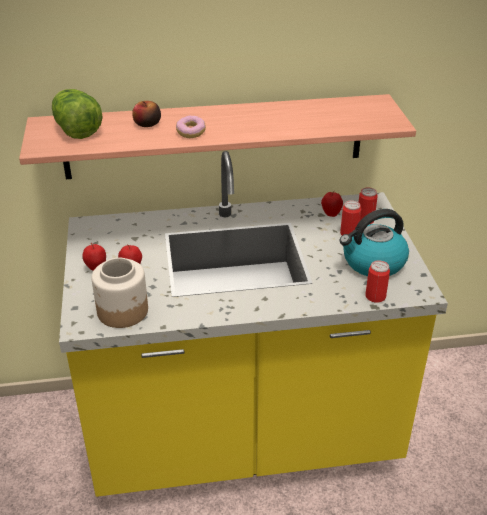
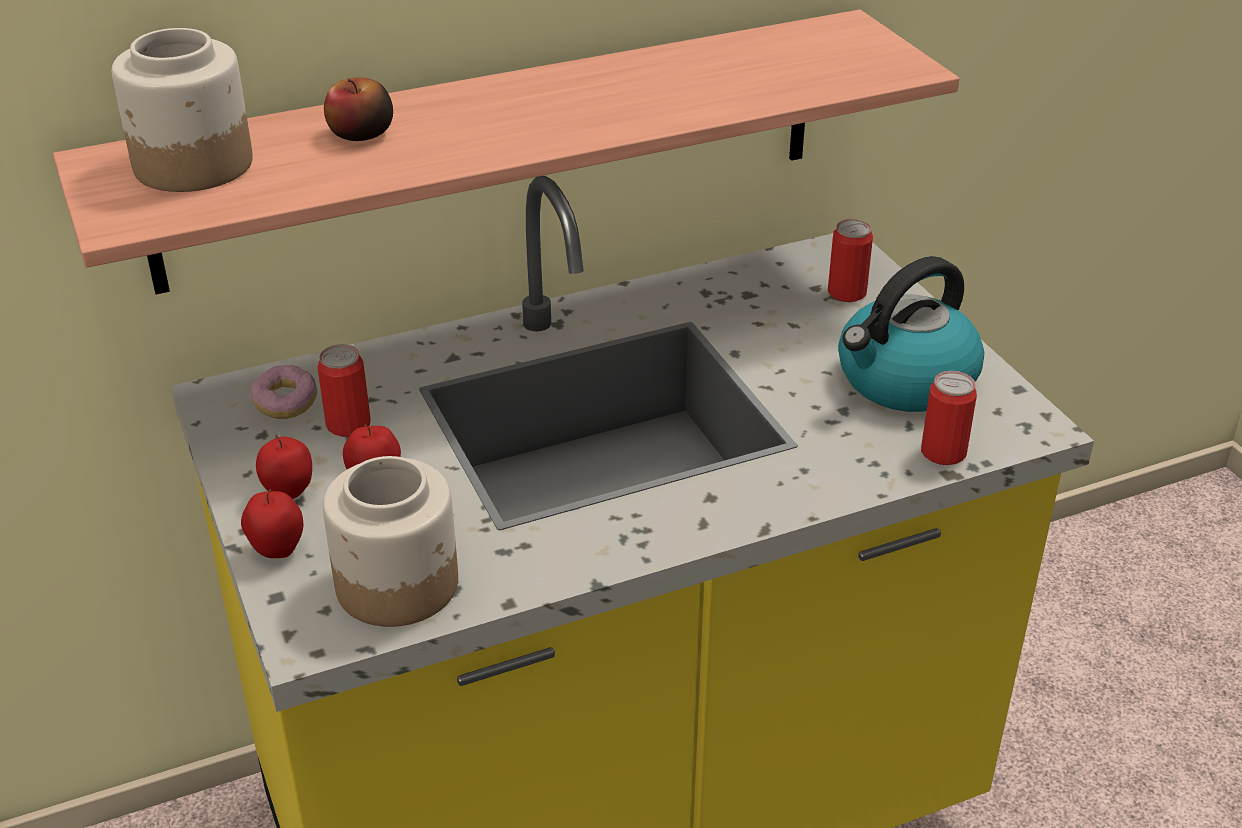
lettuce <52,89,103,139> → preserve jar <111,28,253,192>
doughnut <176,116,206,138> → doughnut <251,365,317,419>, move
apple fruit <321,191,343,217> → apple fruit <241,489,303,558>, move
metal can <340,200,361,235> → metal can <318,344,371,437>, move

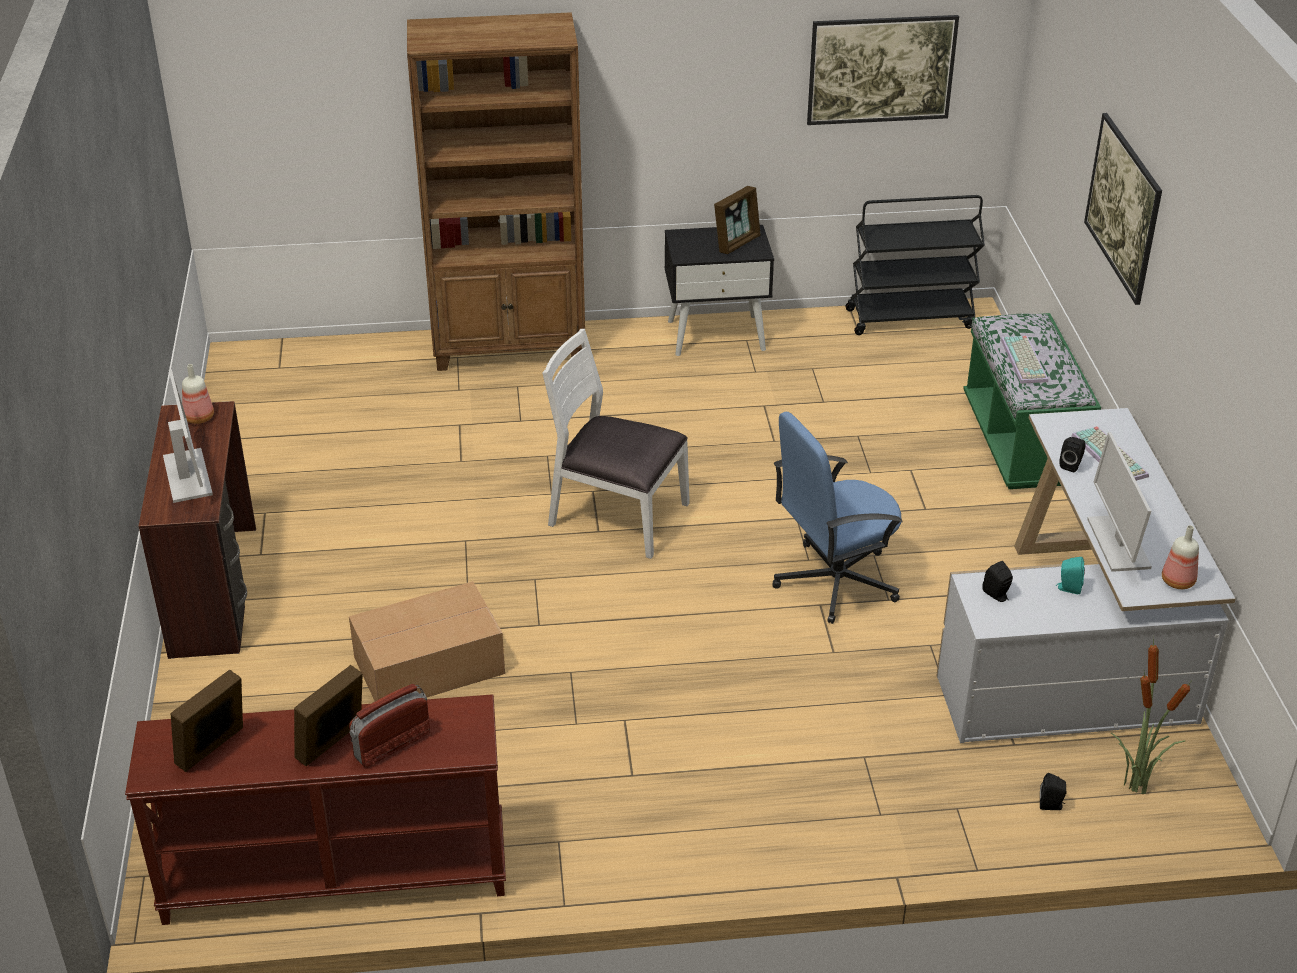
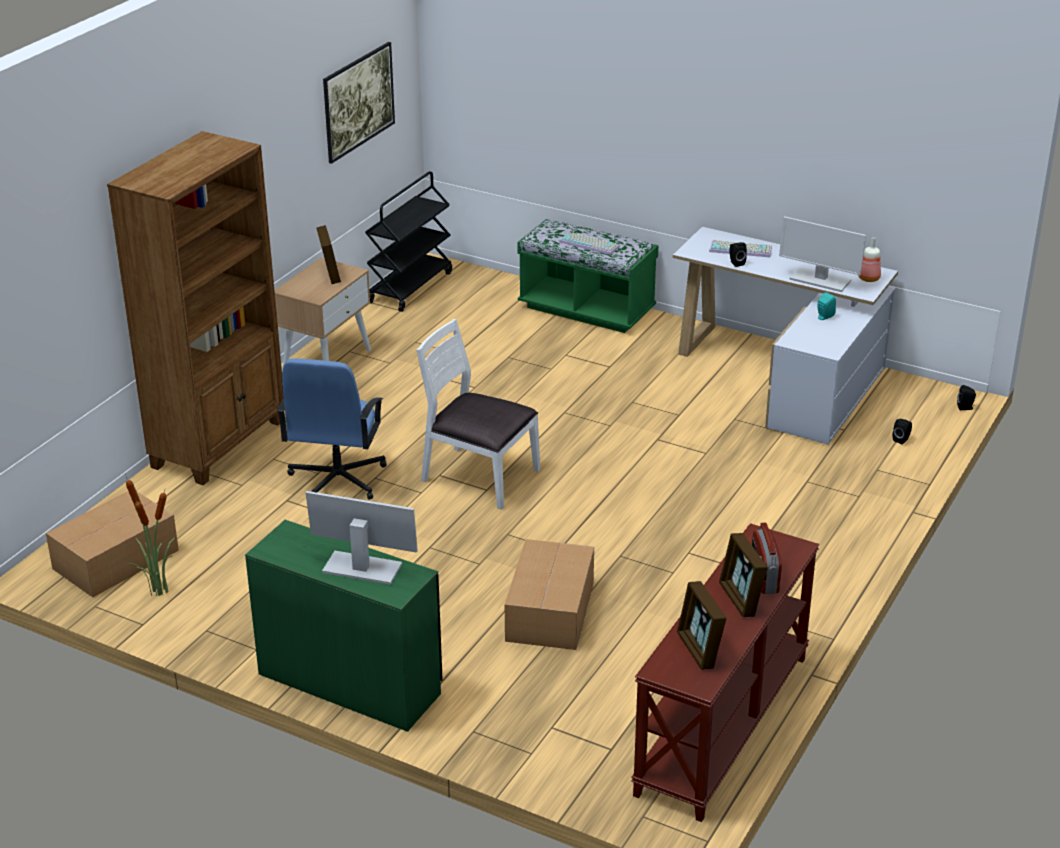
brown desk unit <139,401,256,659> → greenish desk unit <245,520,443,732>
beverage bottle <182,364,214,424> → -
whitish chair <542,329,690,559> → whitish chair <416,319,540,510>, 60 degrees clockwise
black-coloured nightstand <665,225,774,356> → beige-coloured nightstand <274,258,371,370>
bluish desk chair <772,412,903,624> → bluish desk chair <277,358,387,500>, move
black-coloured audio speaker <982,561,1013,602> → black-coloured audio speaker <957,385,976,410>, move
wall art <1084,113,1162,305> → -
potted plant <1111,637,1191,794> → potted plant <125,474,175,596>, move
- → cardboard box <46,491,179,597>

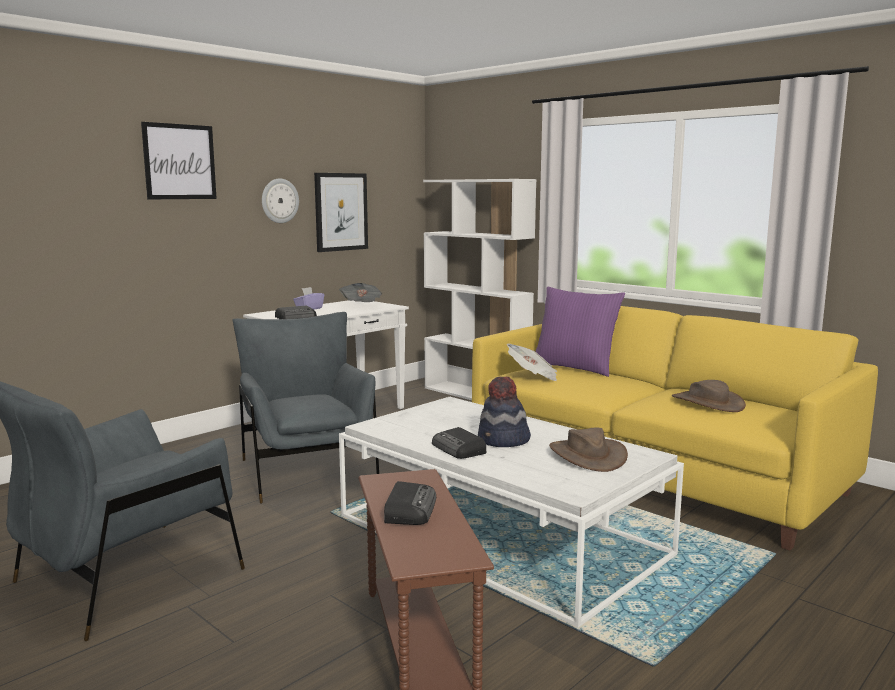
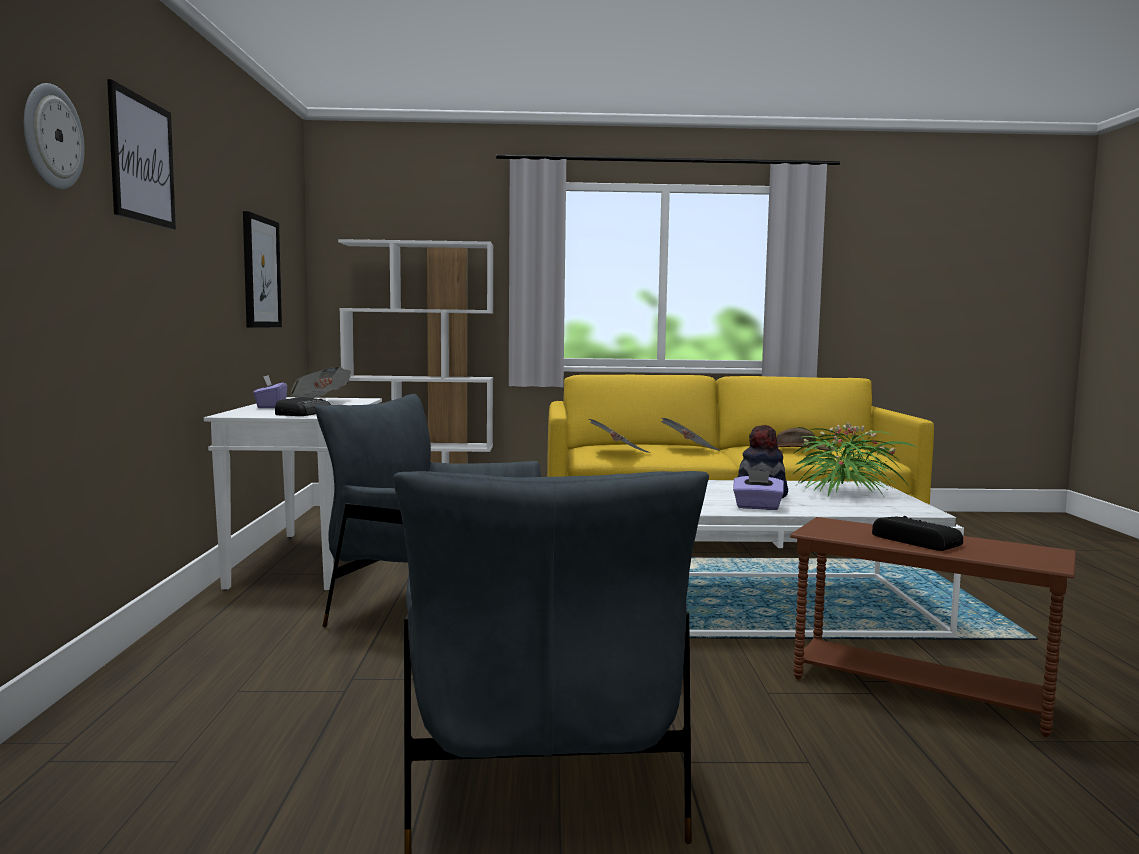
hanging clock <262,178,299,223> → hanging clock <24,83,85,189>, move
radio set <432,427,486,459> → purplish box of tissues <733,470,784,510>
purplish throw pillow <535,287,625,377> → -
brown hat <549,427,628,472> → potted plant <793,422,917,496>
- → newspaper <661,418,720,450>

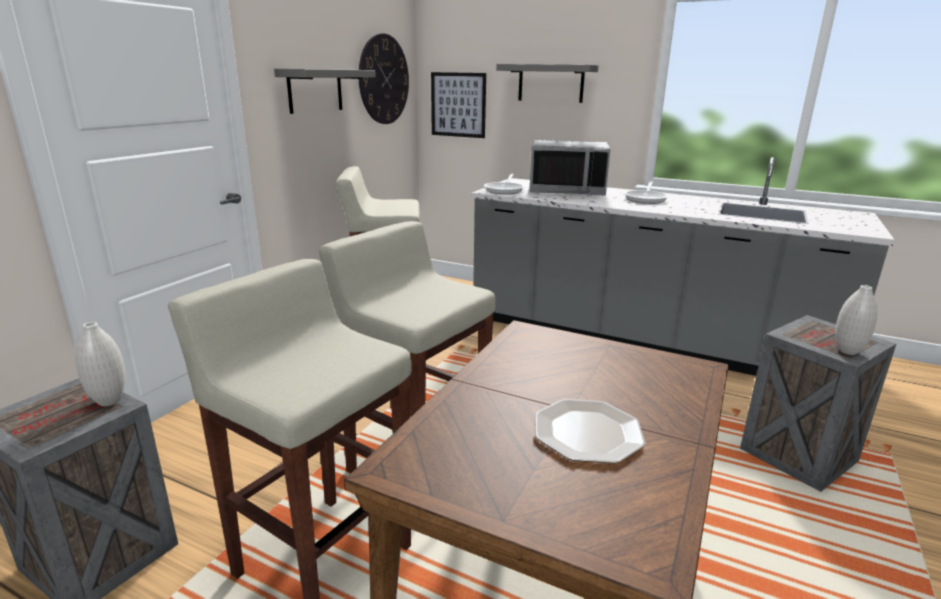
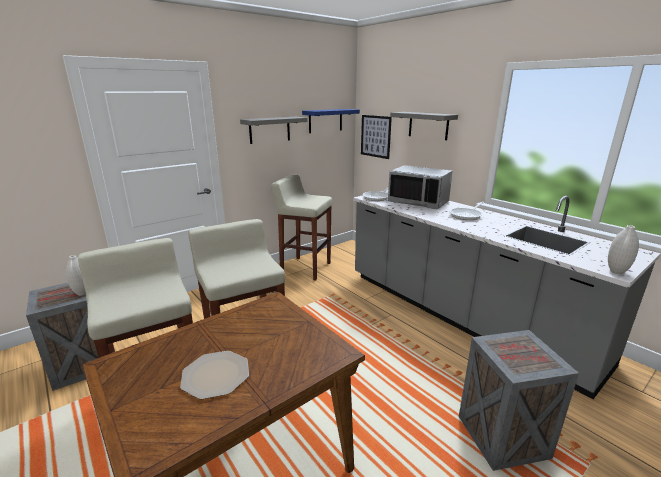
hanging clock <359,33,409,124> → bluish shelf <302,109,360,133>
whitish vase <835,285,878,355> → whitish vase <608,225,639,274>, move

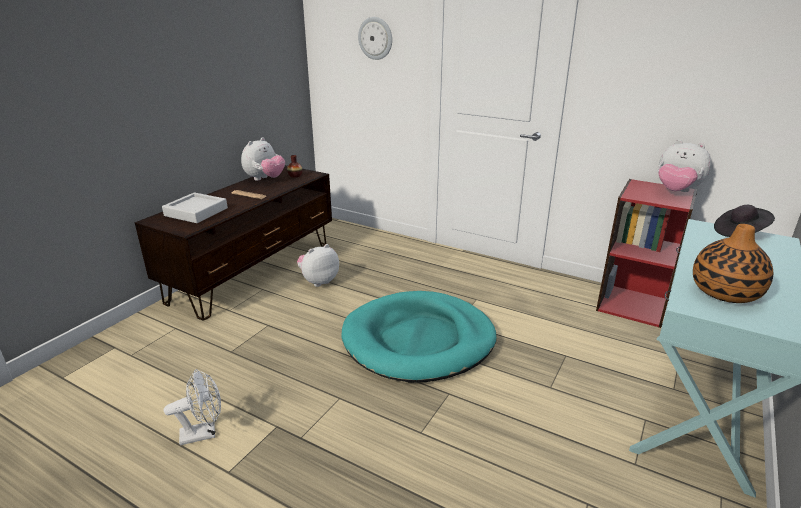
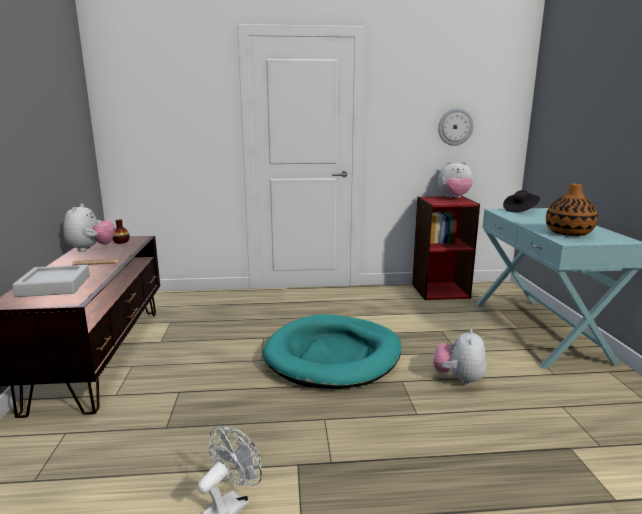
plush toy <297,244,339,287> → plush toy <433,329,486,386>, move
hanging clock <358,17,392,60> → hanging clock <438,108,474,146>, move

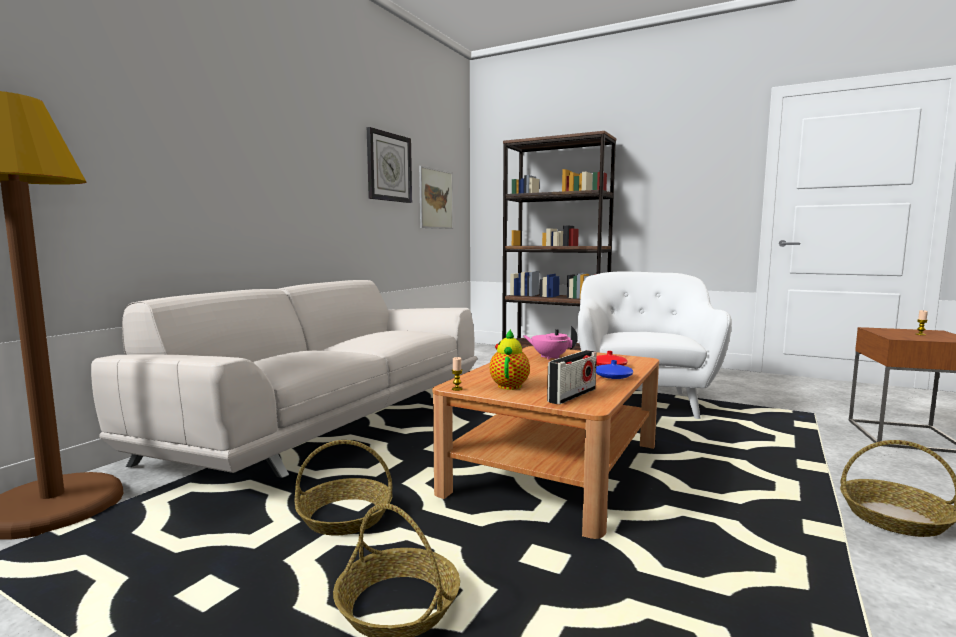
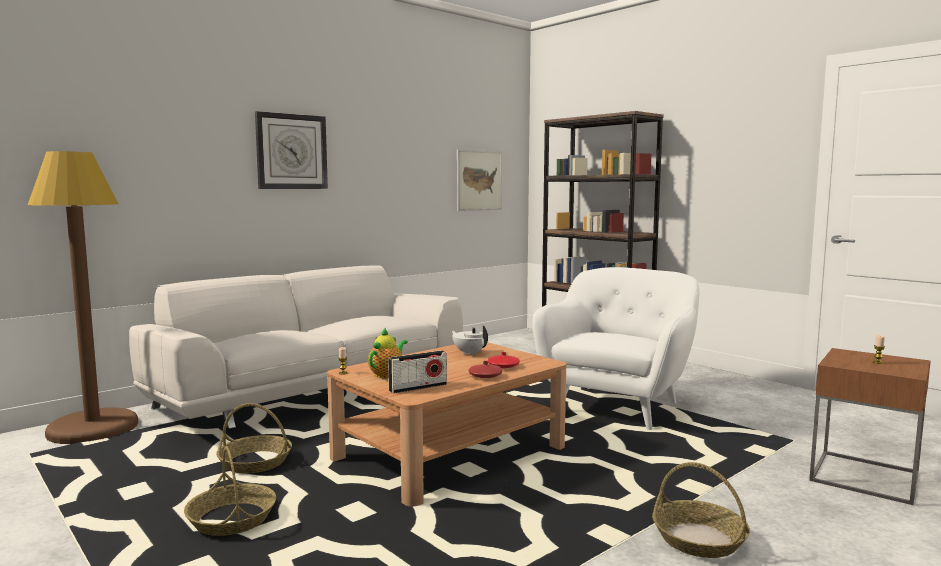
hanging clock <367,127,412,203> → hanging clock <255,111,328,189>, move
pink-coloured pot for tea <523,326,578,360> → whitish pot for tea <452,325,488,355>
bluish vase <596,360,633,379> → red vase <469,361,503,378>

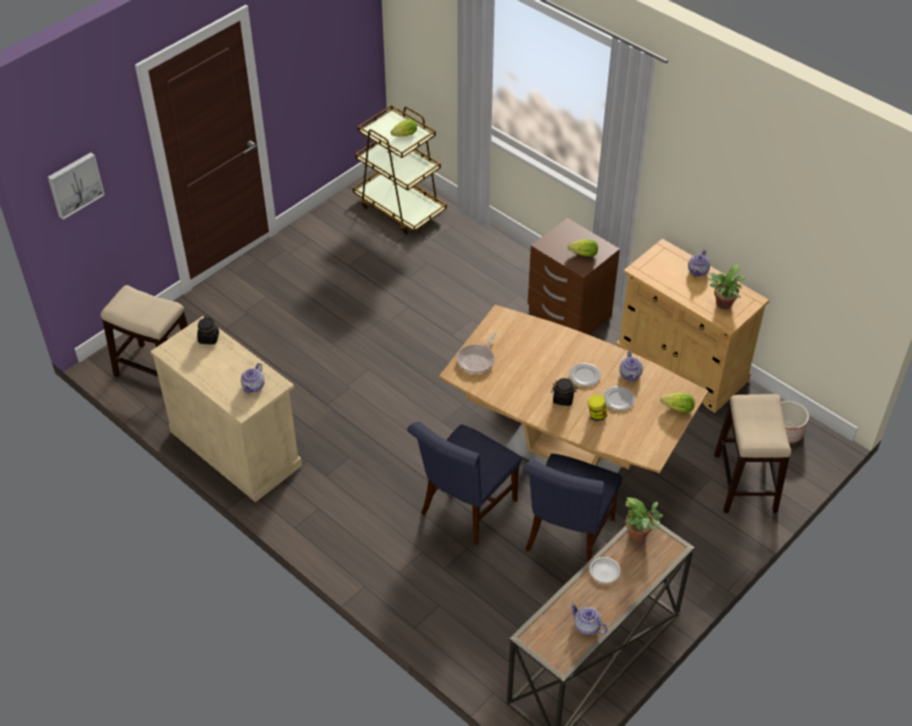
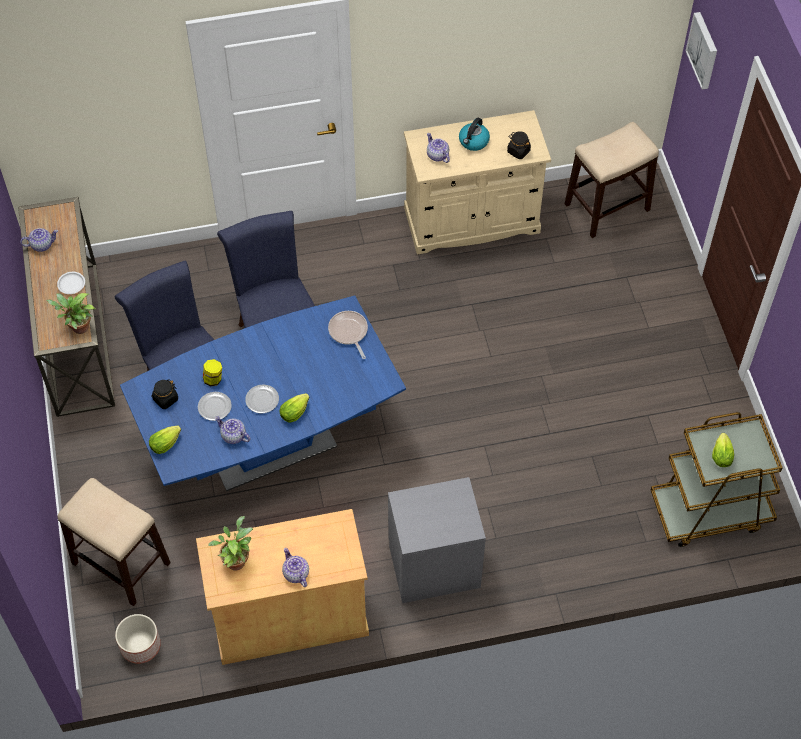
brown kitchen table <439,305,708,474> → bluish kitchen table <120,296,406,491>
brown nightstand <528,218,620,335> → gray nightstand <388,477,486,603>
black-coloured preserve jar <551,378,578,406> → black-coloured preserve jar <151,379,178,409>, move
lettuce <568,240,598,257> → lettuce <279,393,310,423>, move
- → water kettle <459,118,490,151>

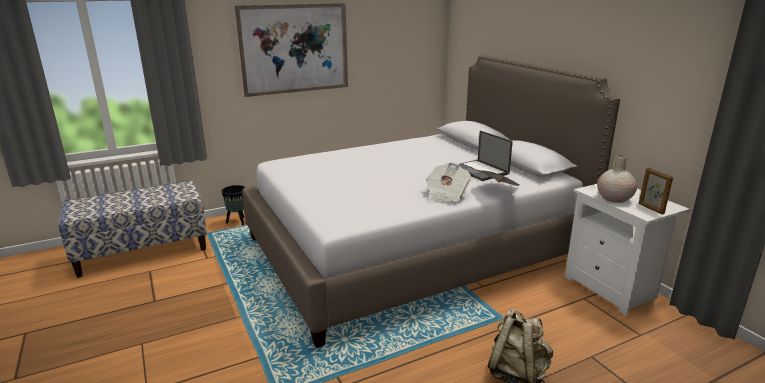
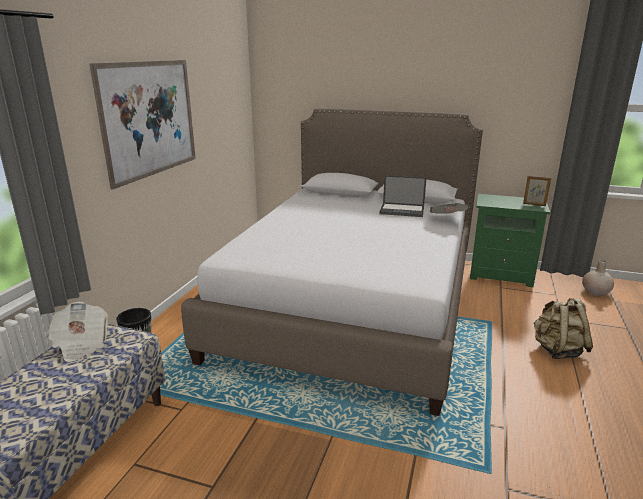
newspaper <426,162,472,203> → newspaper <47,301,108,362>, move
whitish nightstand <565,184,690,316> → greenish nightstand <470,194,550,287>
beige-coloured vase <597,155,637,203> → beige-coloured vase <582,260,614,296>, move

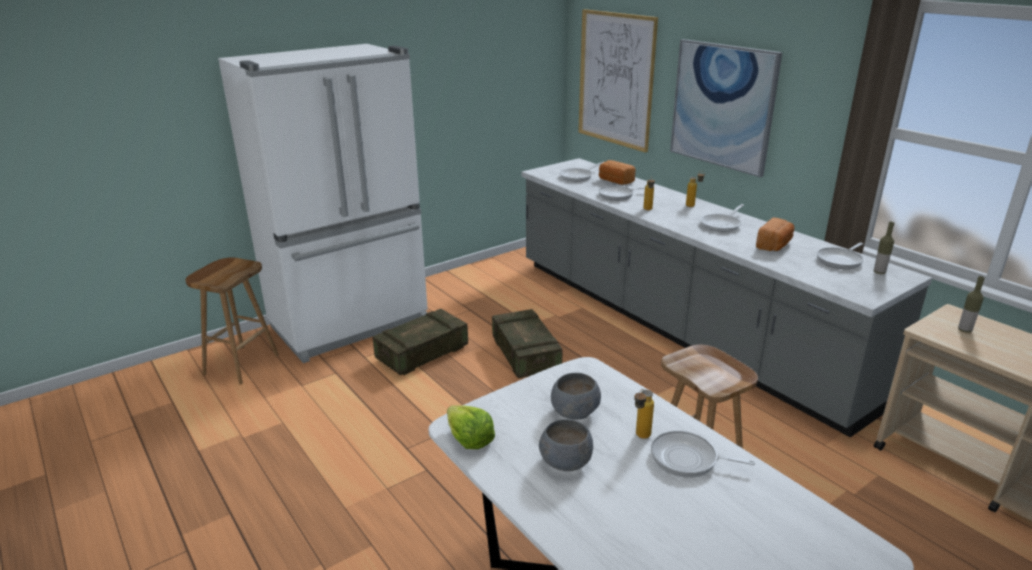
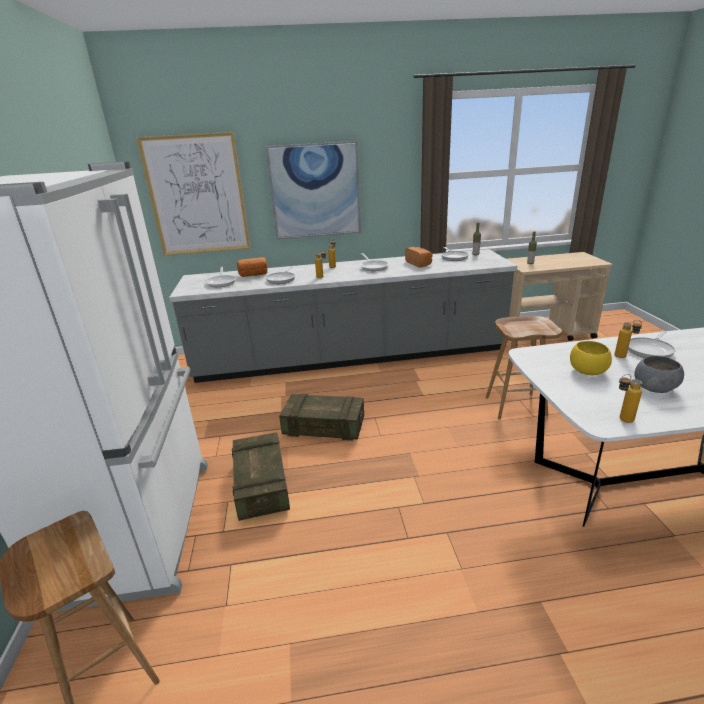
lettuce <447,405,495,449> → beverage bottle <619,374,642,423>
gray serving bowl <551,373,601,420> → yellow serving bowl <570,341,612,375>

